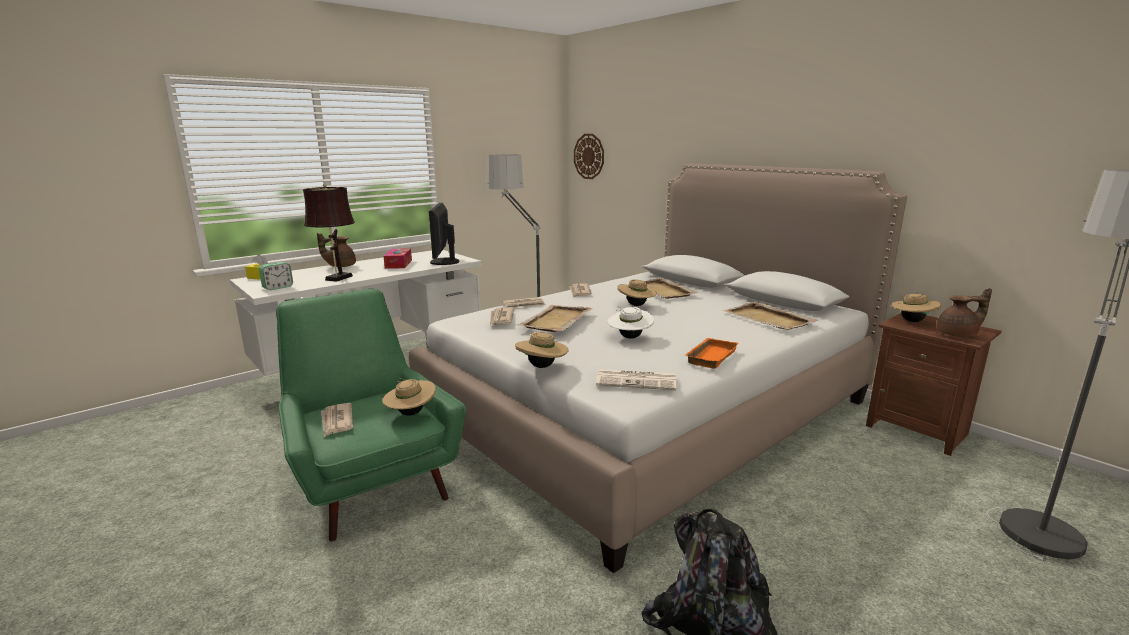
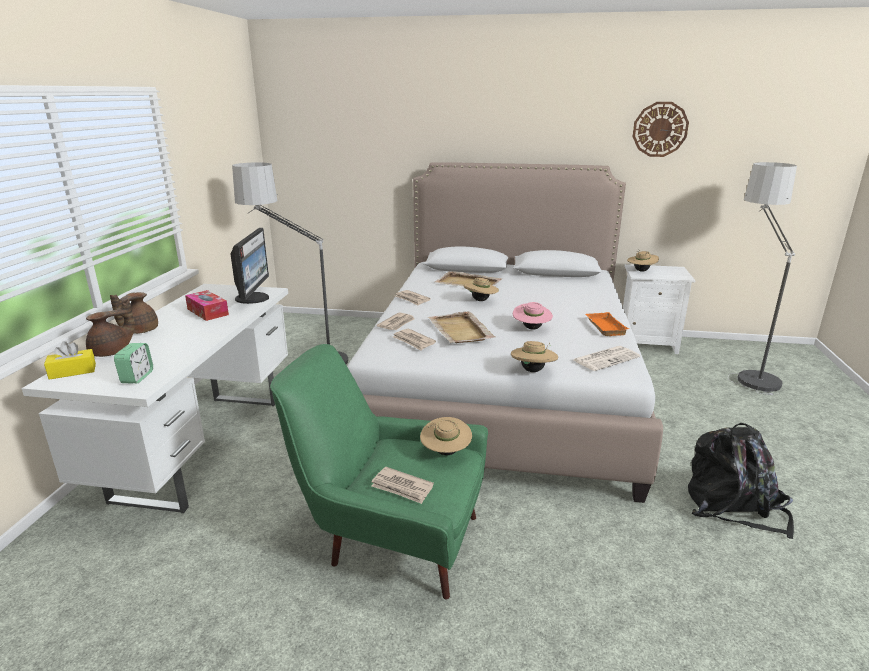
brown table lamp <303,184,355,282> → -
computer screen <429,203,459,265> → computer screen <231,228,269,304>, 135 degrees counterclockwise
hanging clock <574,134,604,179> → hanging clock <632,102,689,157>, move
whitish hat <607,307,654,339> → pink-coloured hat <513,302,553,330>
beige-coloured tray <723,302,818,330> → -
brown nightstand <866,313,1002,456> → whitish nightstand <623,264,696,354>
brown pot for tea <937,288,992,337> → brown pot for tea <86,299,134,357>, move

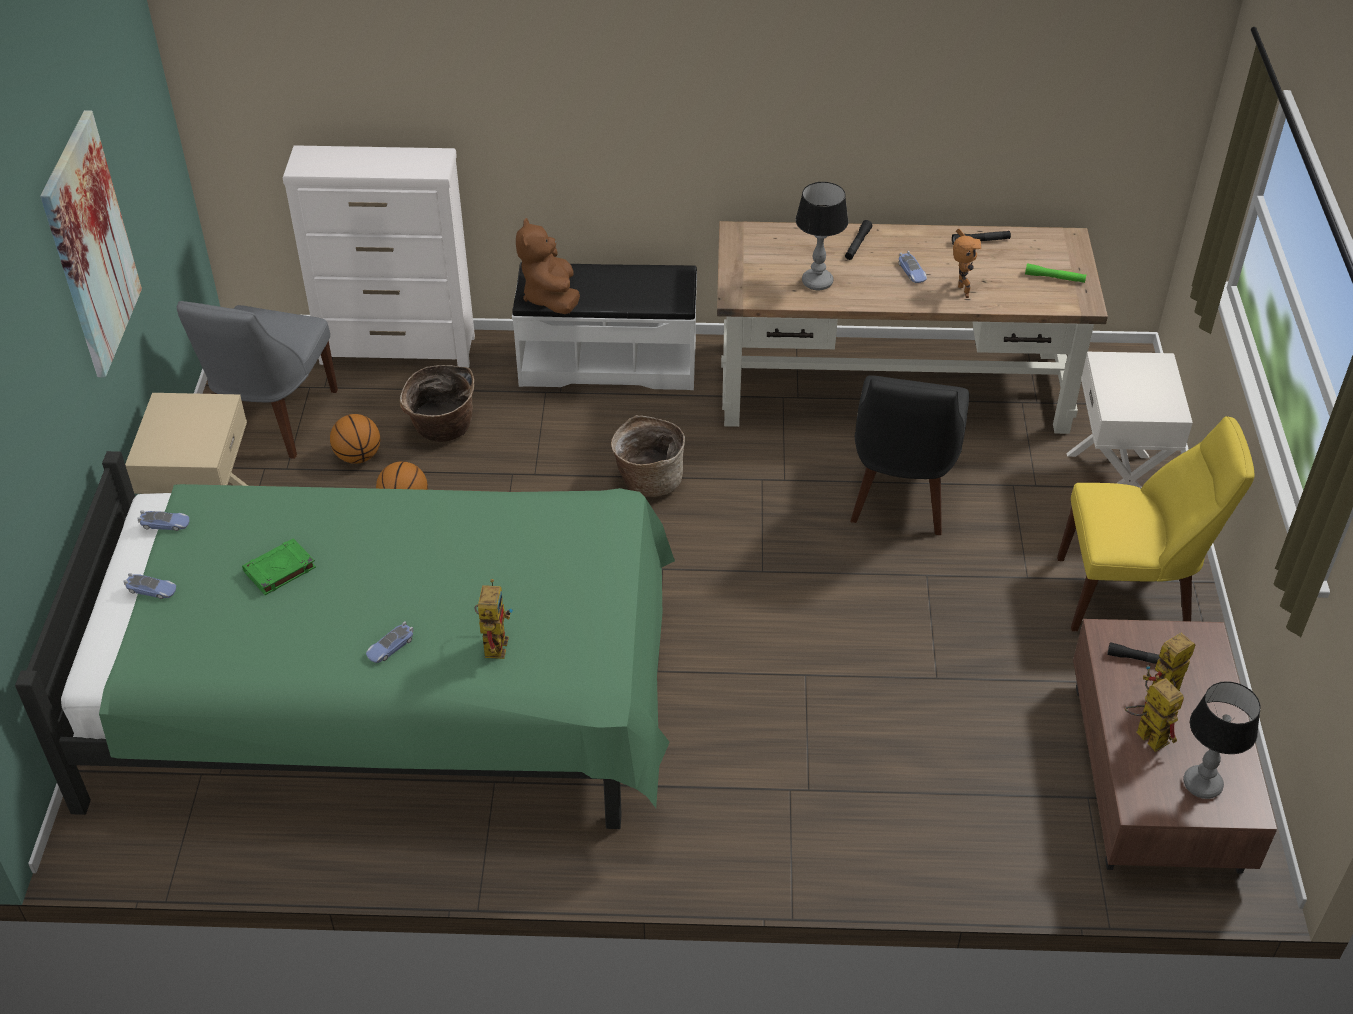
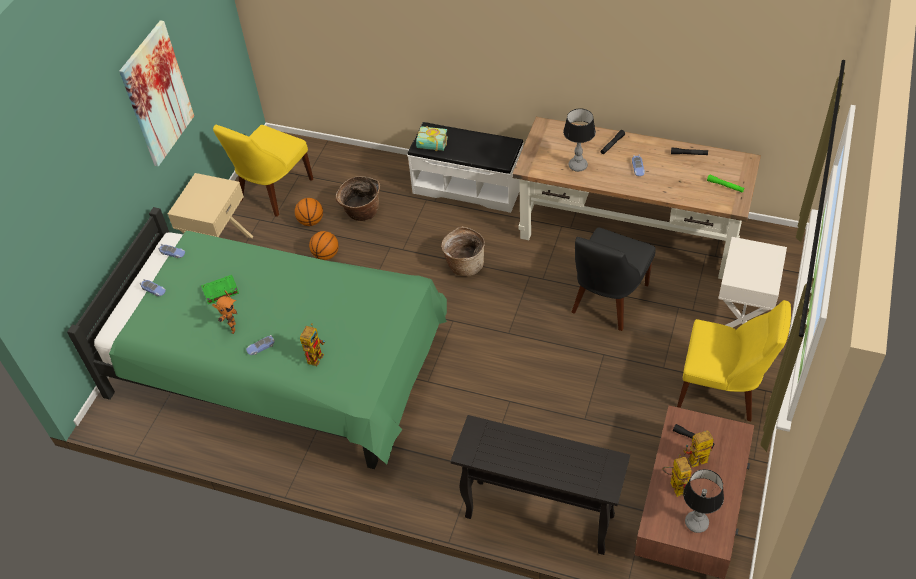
gray chair <177,301,338,459> → yellow chair <213,125,313,217>
whitish drawer chest <283,145,475,368> → -
brown plush toy <516,218,580,314> → book <416,126,448,151>
robot figure <953,229,981,298> → robot figure <212,290,237,334>, move
- → black-coloured narrow table <451,415,630,555>

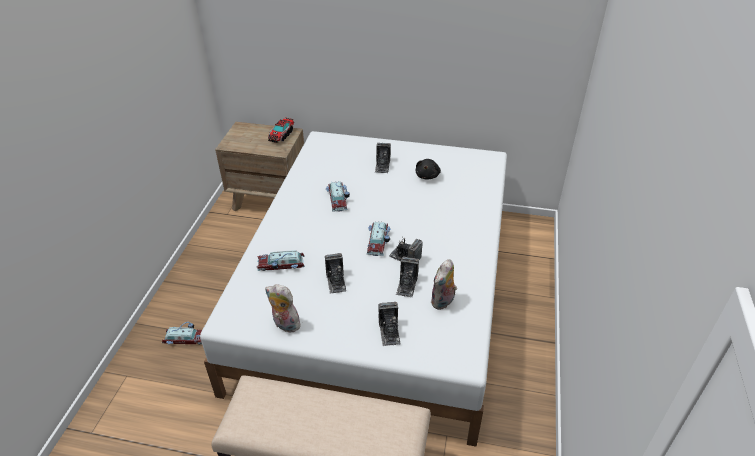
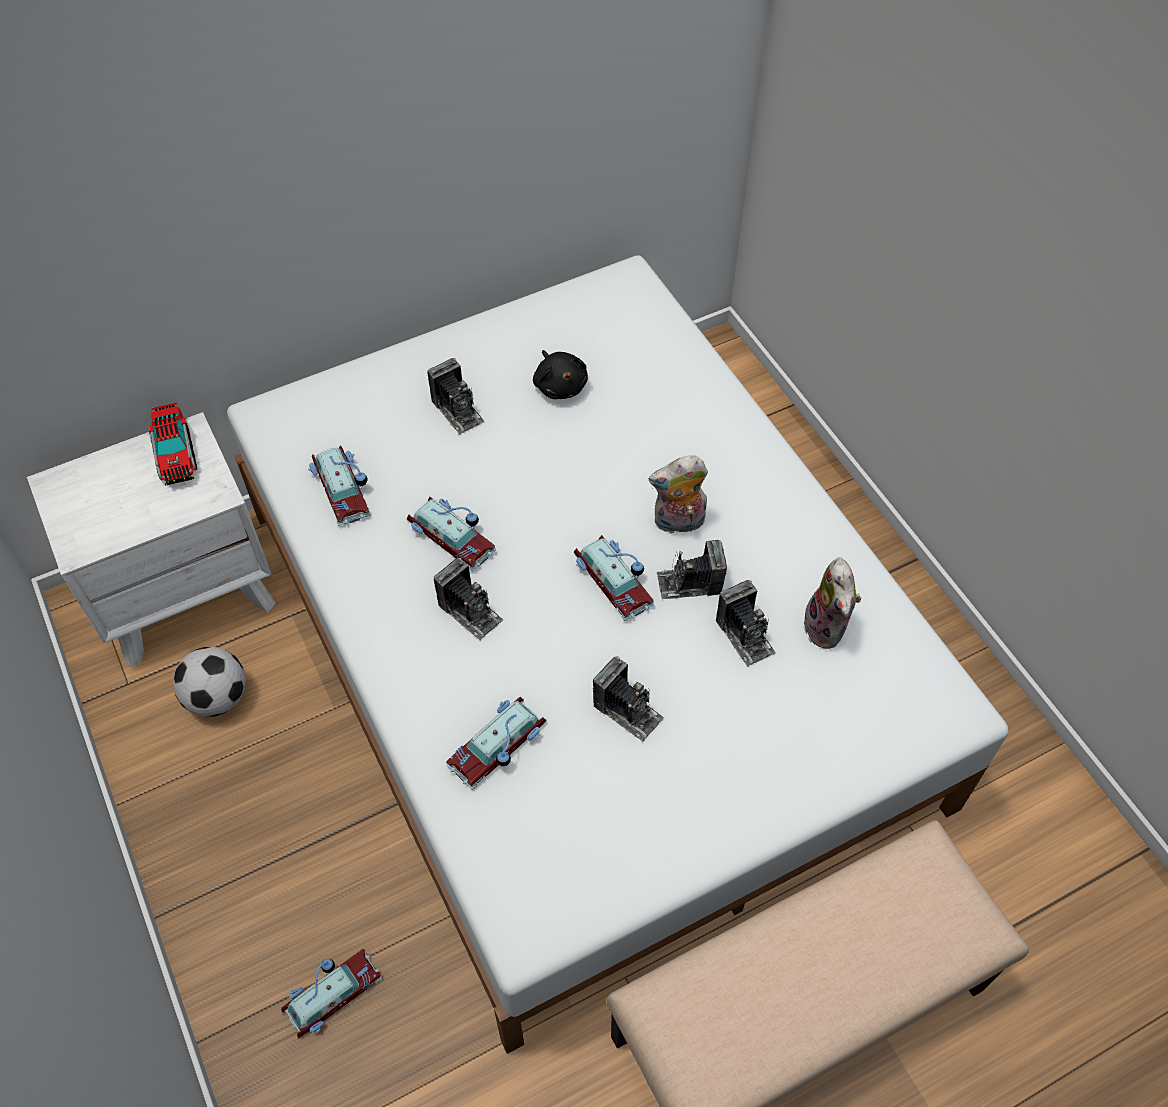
brown nightstand <215,122,304,211> → whitish nightstand <27,412,276,666>
plush toy <265,284,301,332> → plush toy <649,455,708,534>, move
still camera <379,302,400,346> → still camera <434,558,503,641>, move
- → ball for football <173,647,246,717>
- → miniature car <308,445,371,526>

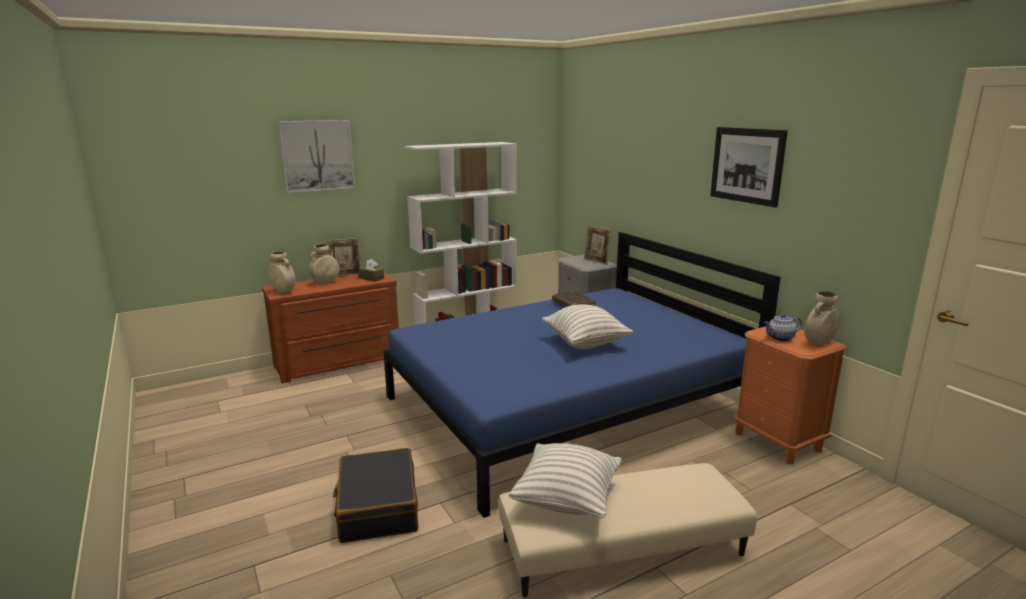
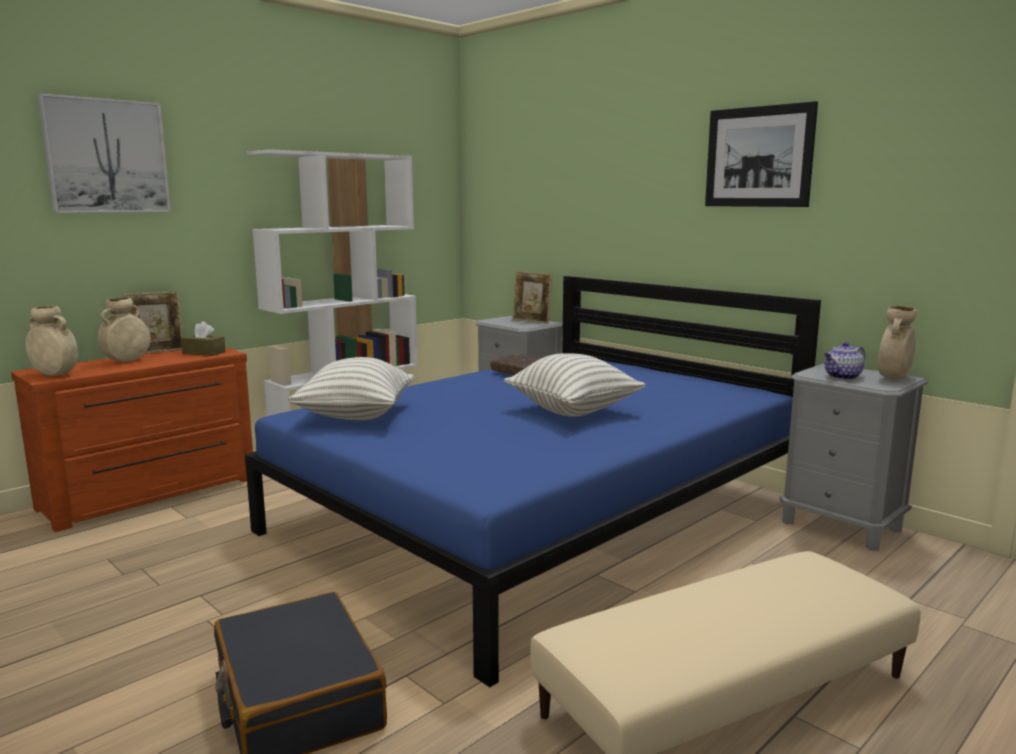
throw pillow <508,443,621,518> → throw pillow <288,357,414,420>, move
orange nightstand <734,326,847,464> → gray nightstand <779,363,928,551>

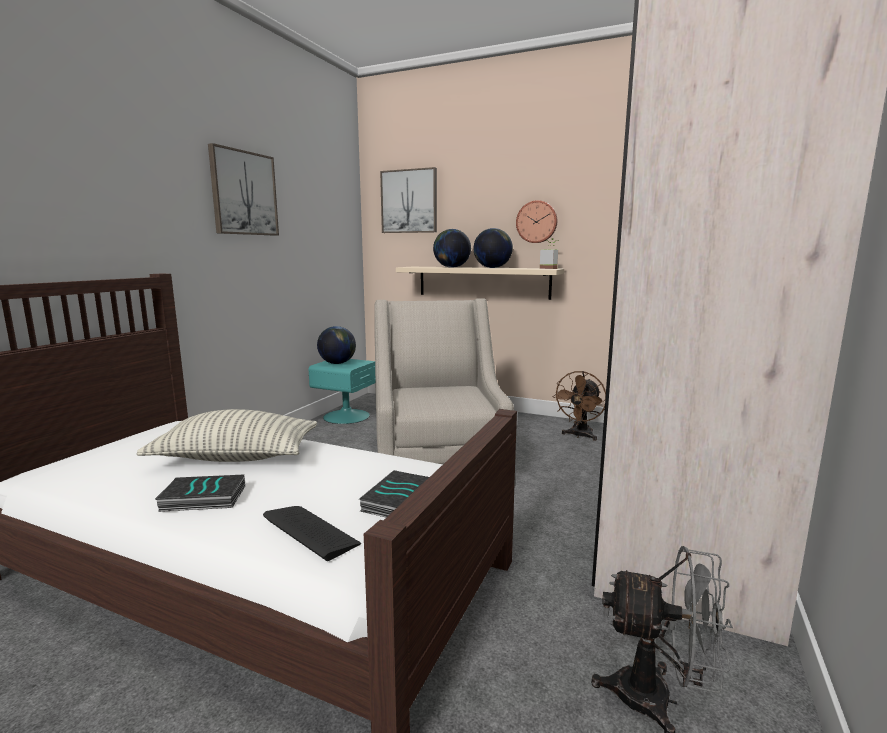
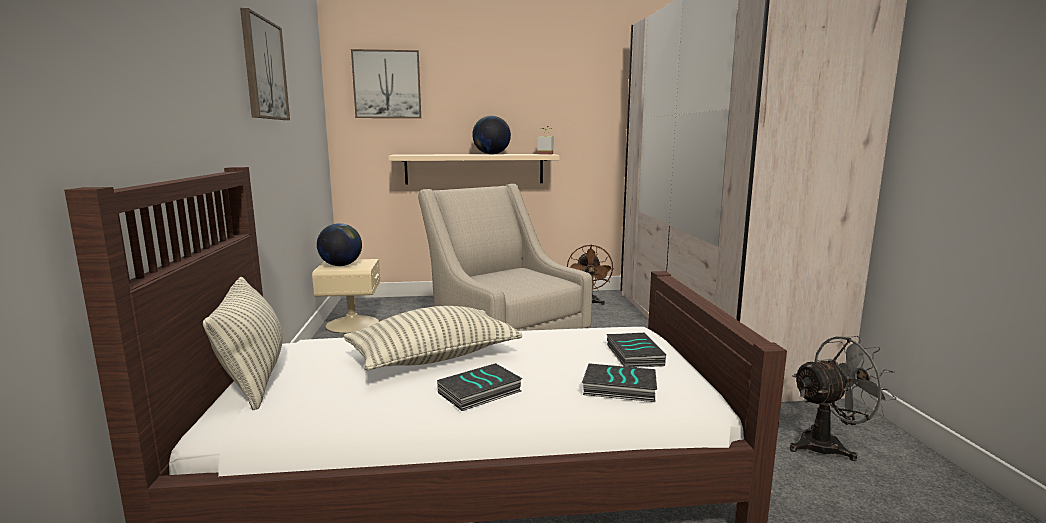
keyboard <263,506,361,561> → book <582,363,657,402>
blue-green nightstand <309,359,376,424> → beige-coloured nightstand <312,259,380,333>
globe <433,229,471,268> → -
hanging clock <516,200,558,243> → -
- → throw pillow <203,277,283,410>

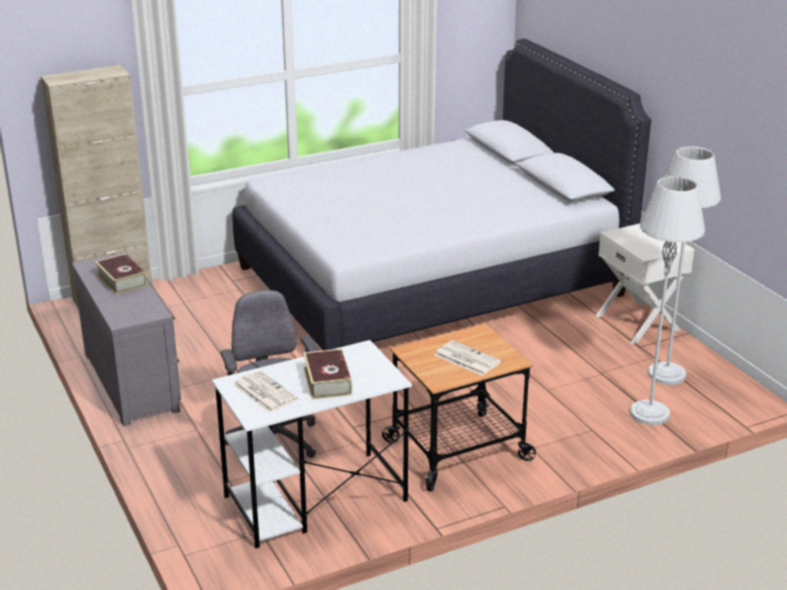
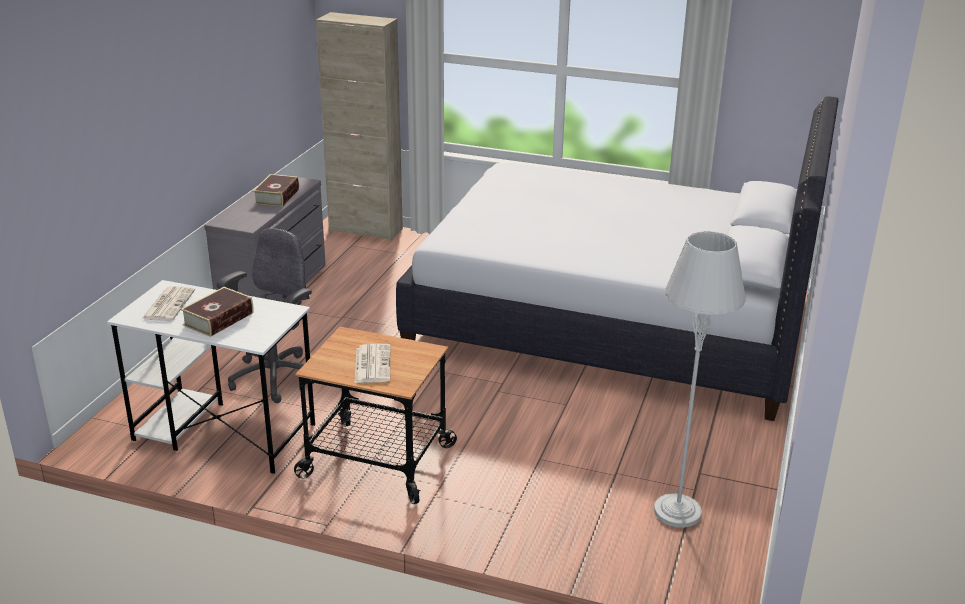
whitish nightstand <596,224,694,344> → -
gray standing lamp <630,176,705,425> → -

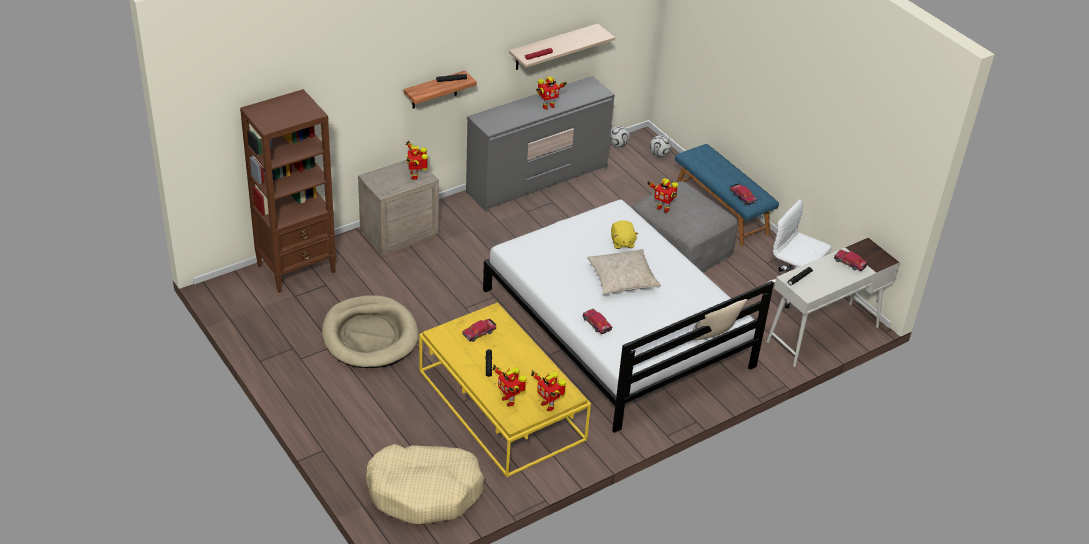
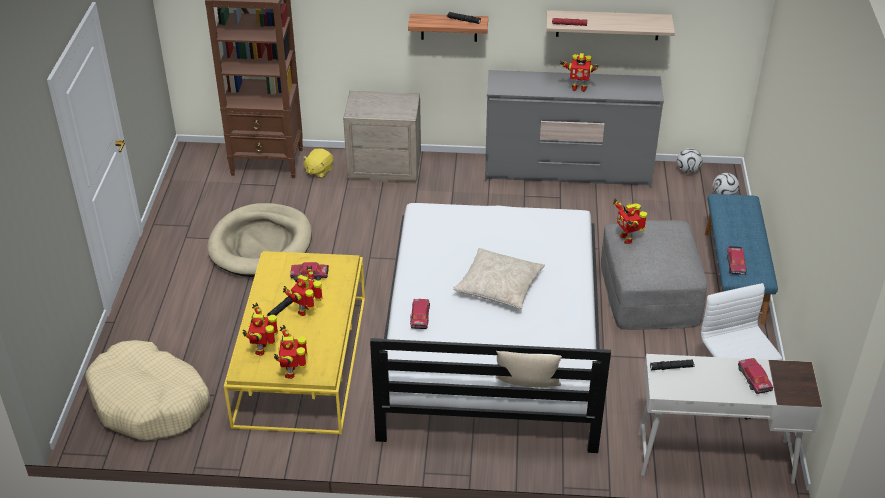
robot figure <406,140,428,180> → robot figure <283,265,323,316>, move
yellow plush toy <611,220,639,249> → yellow plush toy <302,148,333,178>, move

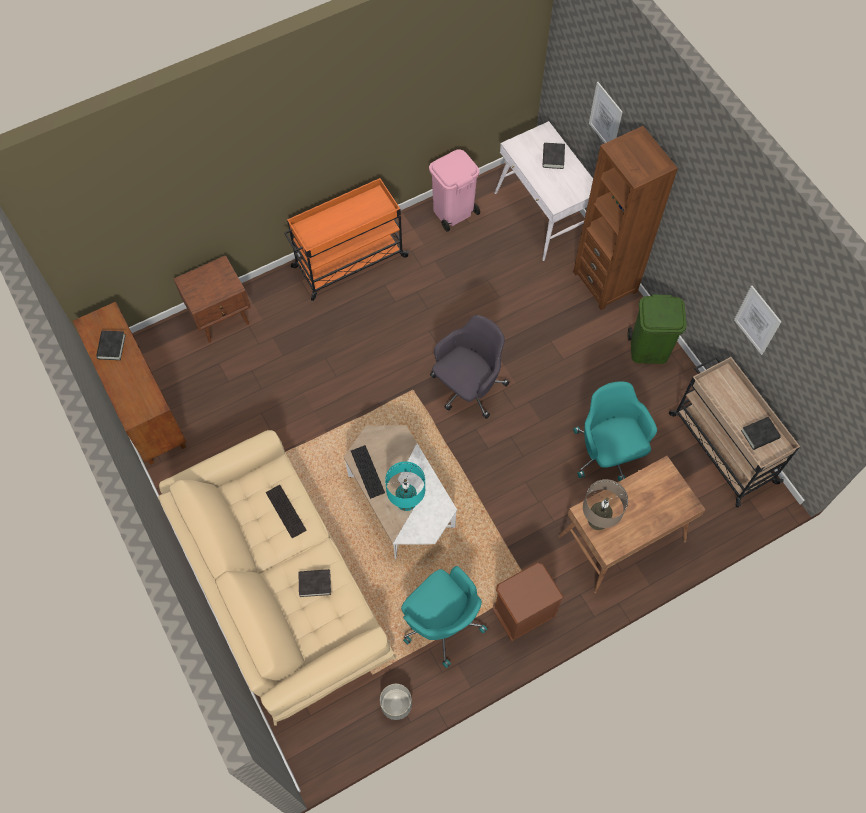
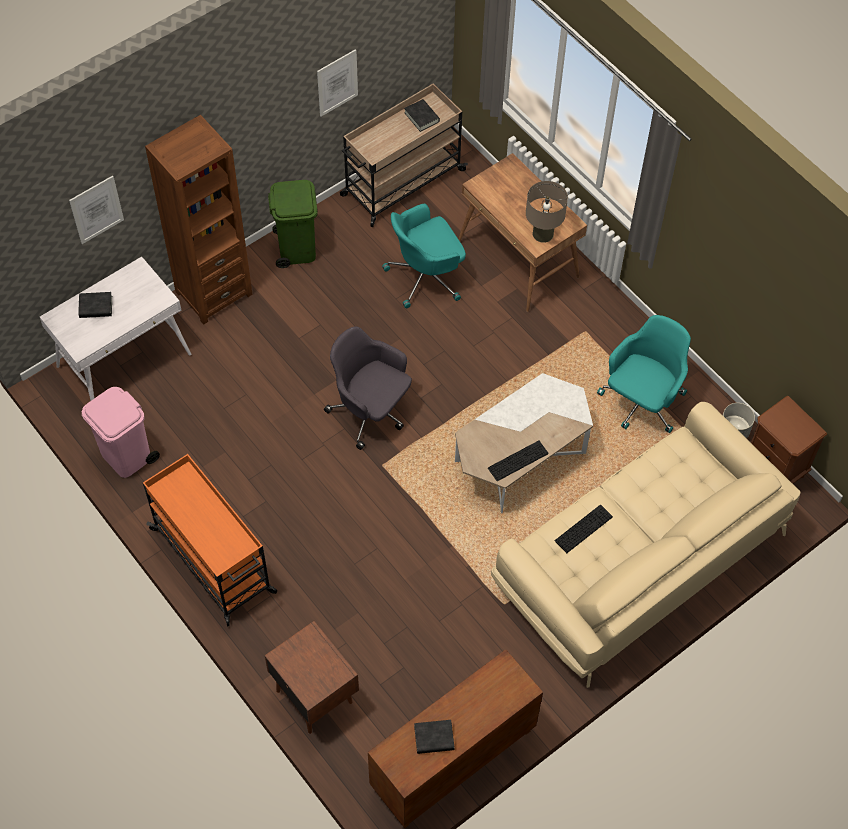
black-coloured book <298,569,331,597> → -
blue-green table lamp <385,461,425,511> → -
brown nightstand <492,563,564,641> → brown nightstand <751,396,827,484>, move

